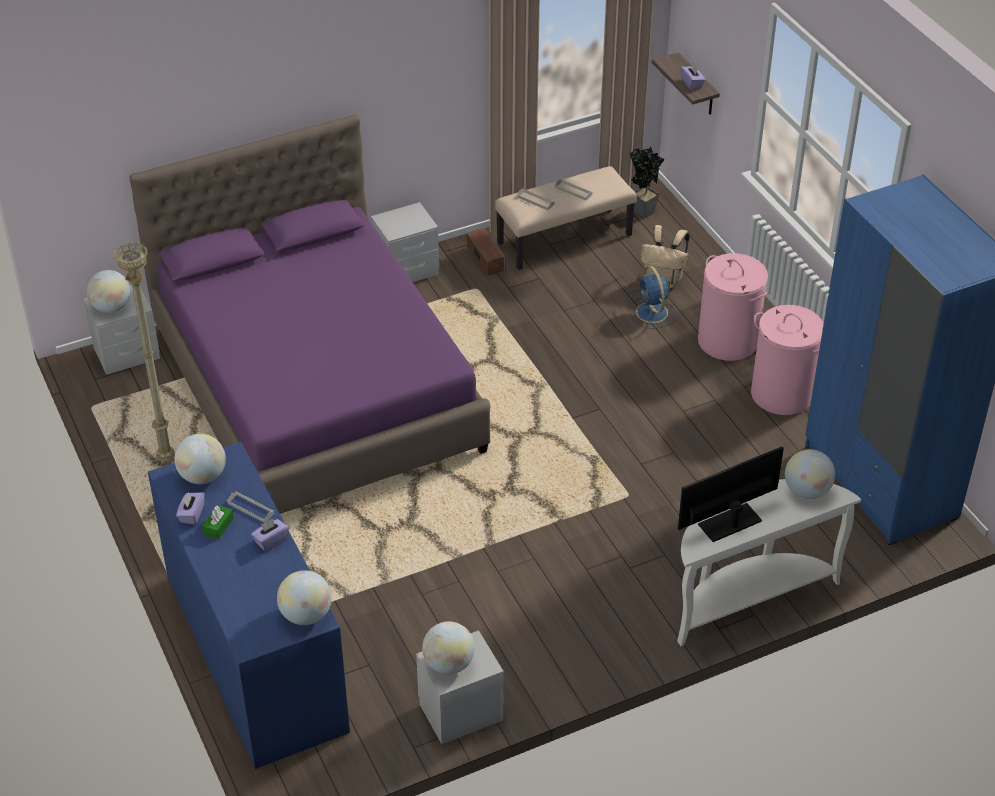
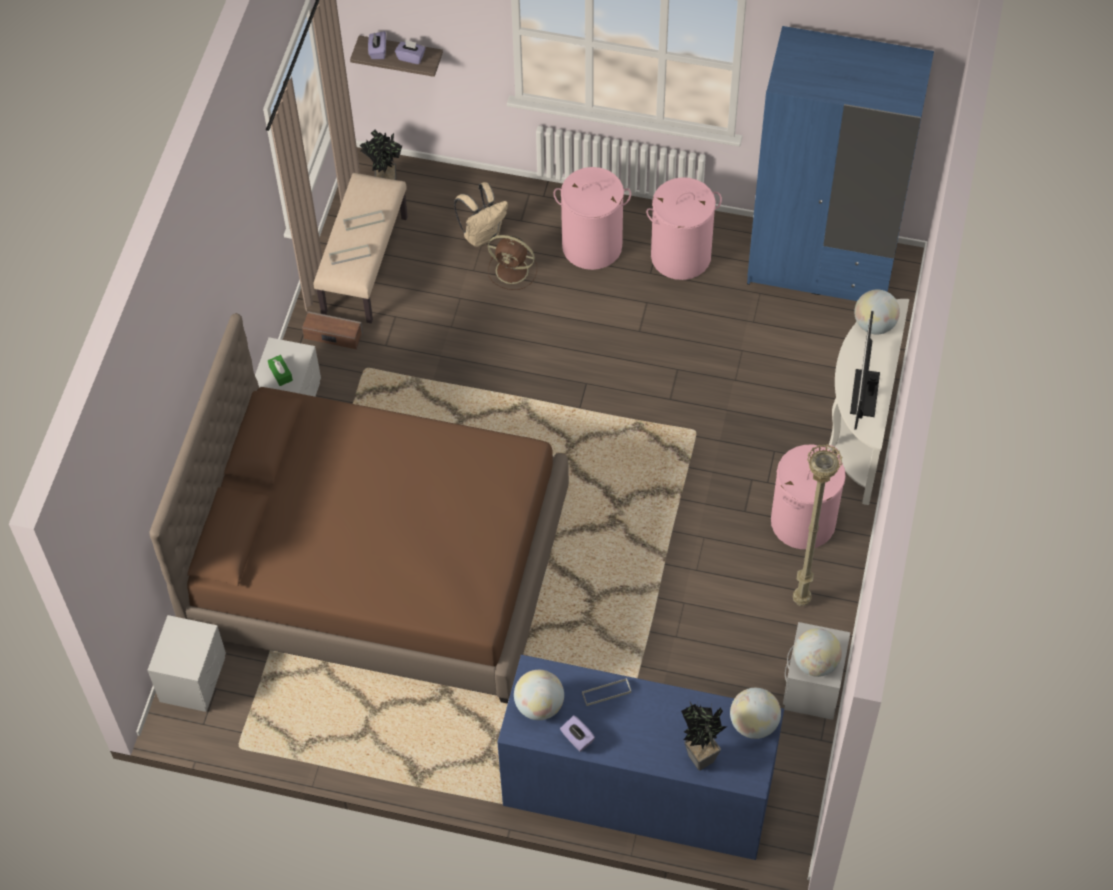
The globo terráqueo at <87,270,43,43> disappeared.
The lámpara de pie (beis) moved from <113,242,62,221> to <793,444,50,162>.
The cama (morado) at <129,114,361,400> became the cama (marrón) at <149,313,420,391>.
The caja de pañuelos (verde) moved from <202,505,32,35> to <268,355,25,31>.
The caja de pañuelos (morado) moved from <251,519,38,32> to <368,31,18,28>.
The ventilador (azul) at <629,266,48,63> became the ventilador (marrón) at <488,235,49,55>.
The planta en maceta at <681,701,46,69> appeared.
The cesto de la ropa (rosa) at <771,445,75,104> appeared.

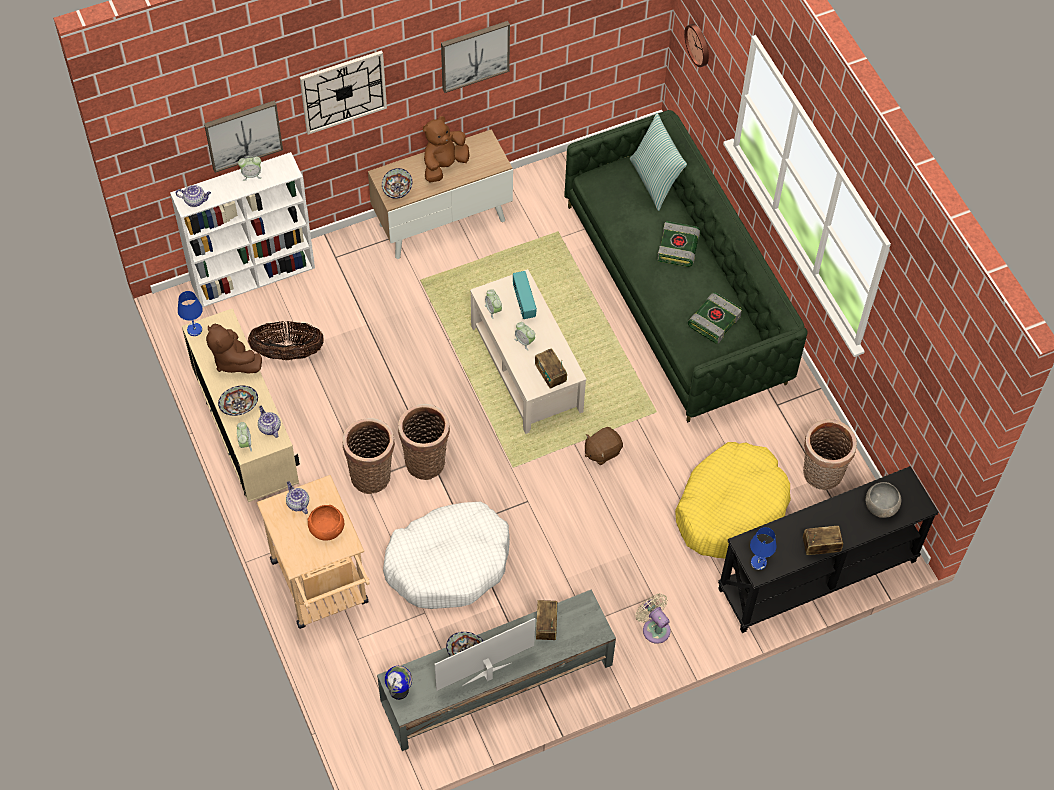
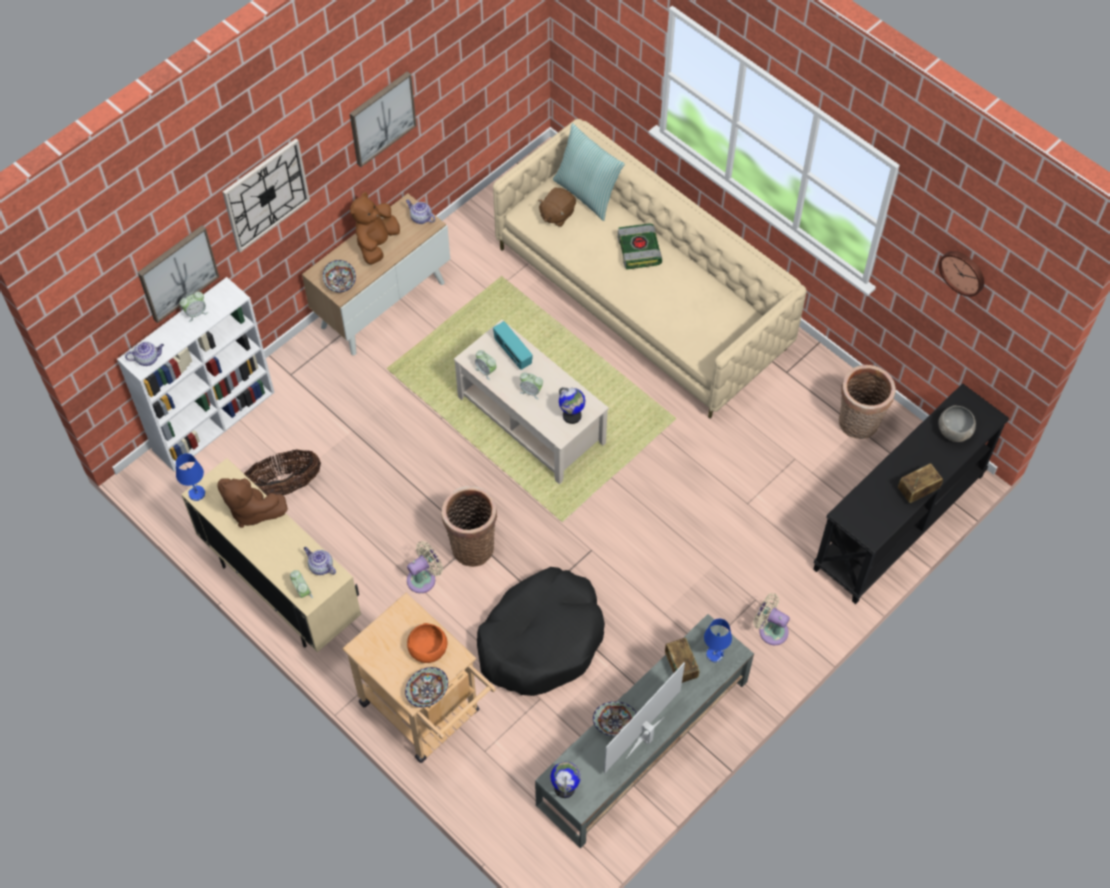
The cuenco moved from <218,386,40,30> to <405,667,43,40>.
The tetera moved from <286,481,23,33> to <406,200,29,24>.
The cesta at <343,418,52,76> was replaced by the ventilador (beis) at <407,541,36,52>.
The cama para perro (blanco) at <383,501,127,108> became the cama para perro (negro) at <477,567,128,129>.
The radio at <535,348,32,41> was replaced by the globo terráqueo at <559,387,26,37>.
The sofá (verde) at <564,110,243,312> became the sofá (beis) at <493,119,314,299>.
The peluche (marrón) moved from <585,427,38,38> to <538,187,38,40>.
The cama para perro (amarillo) at <675,442,116,117> disappeared.
The reloj de pared moved from <684,24,25,43> to <939,251,45,46>.
The libro at <688,292,54,52> disappeared.
The lámpara de mesa (azul) moved from <750,527,26,43> to <704,619,28,43>.

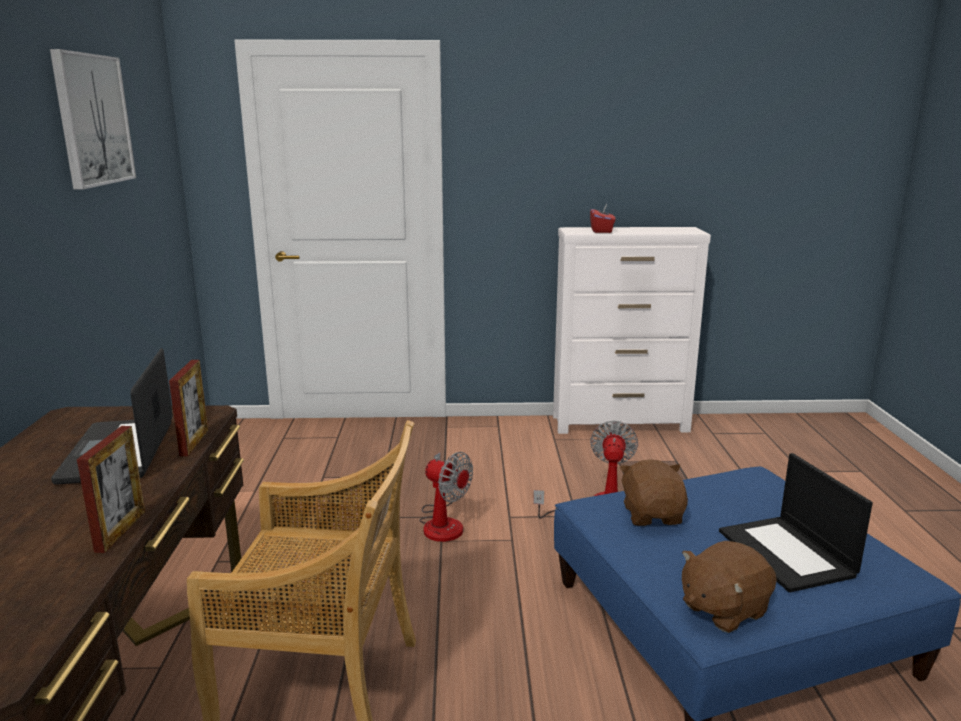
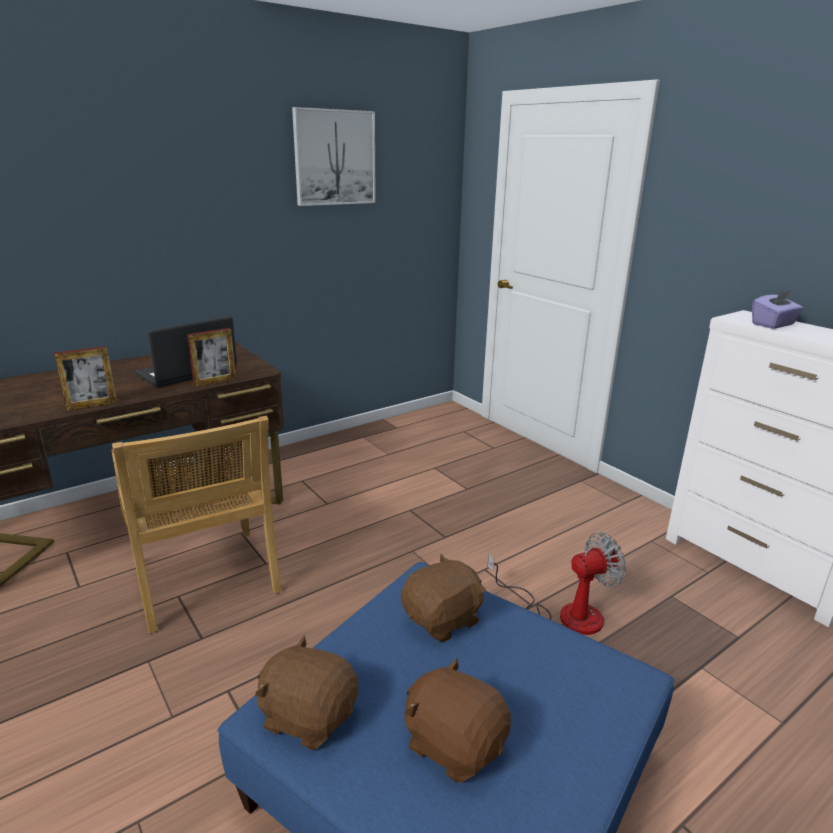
The ventilador at <419,452,54,90> disappeared.
The caja de pañuelos (rojo) at <590,203,25,30> became the caja de pañuelos (morado) at <752,290,52,39>.
The portátil at <719,453,154,139> was replaced by the peluche (marrón) at <405,658,106,124>.

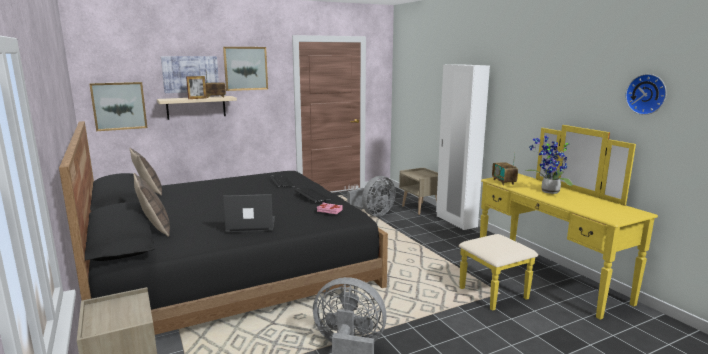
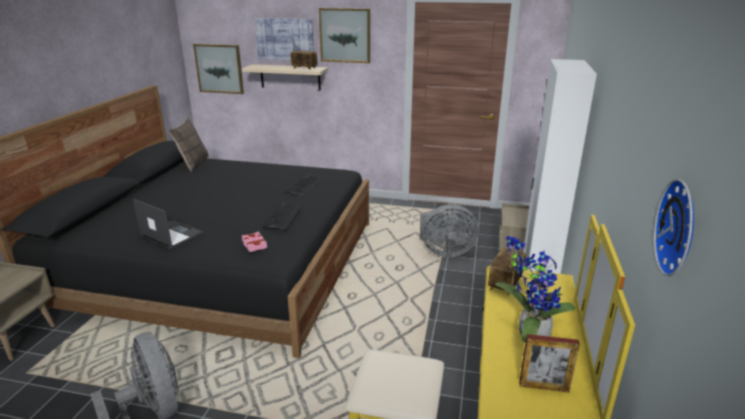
The cojín at <133,173,37,64> disappeared.
The portarretratos moved from <186,76,21,23> to <519,334,61,58>.

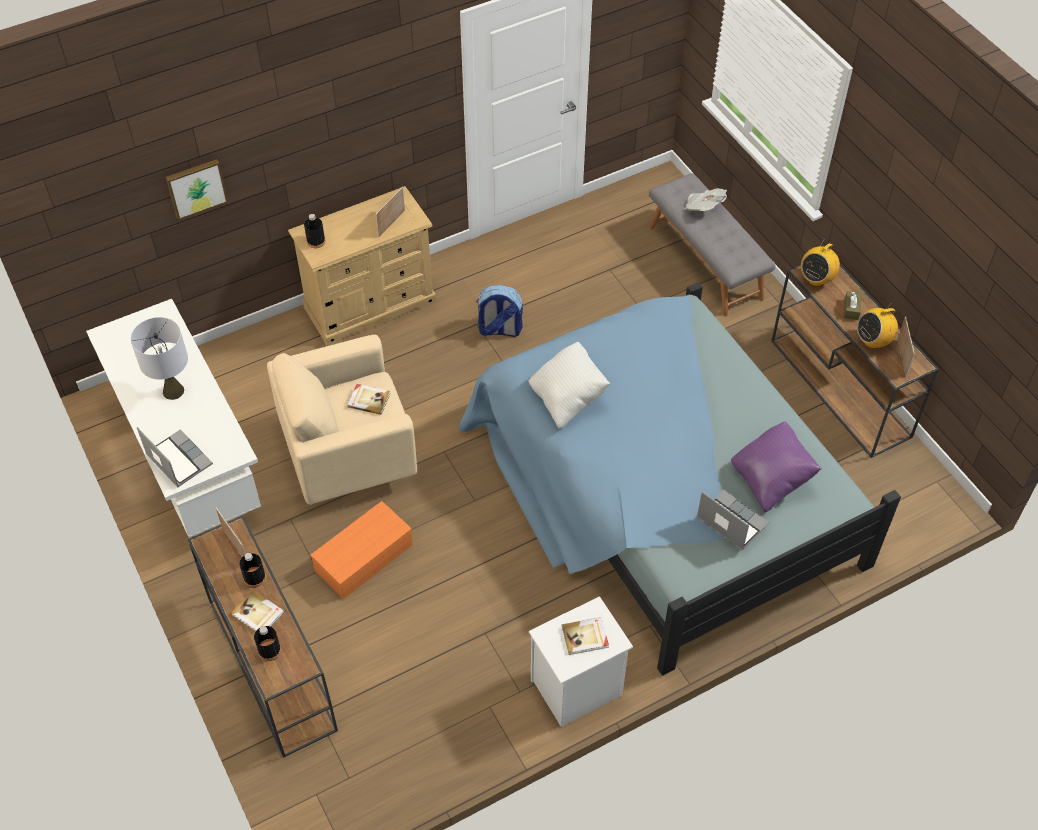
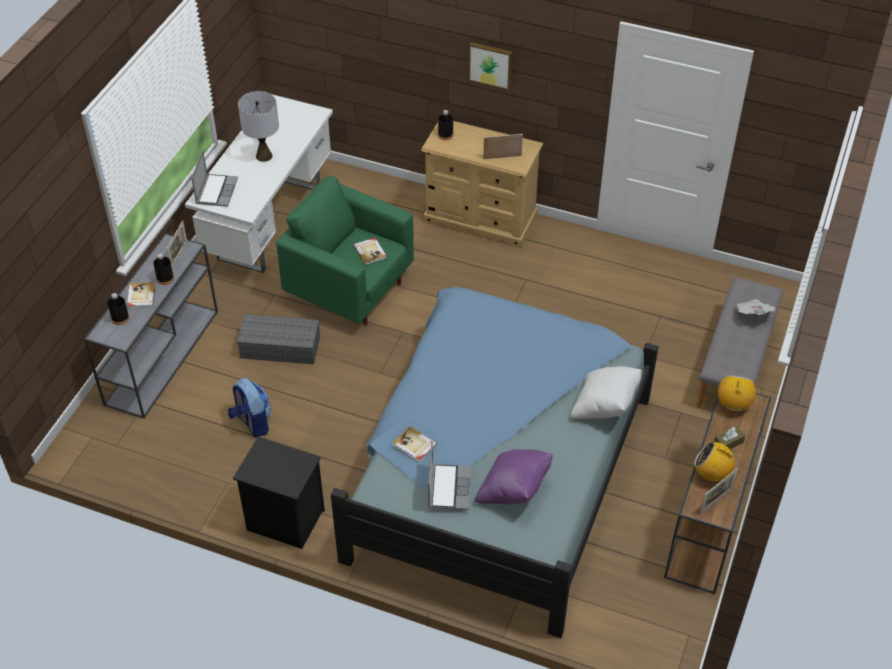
The cuadro moved from <166,159,62,61> to <469,42,43,48>.
The mesa consola (marrón) at <188,516,150,242> became the mesa consola (gris) at <84,233,134,185>.
The sillón (beis) at <267,334,150,171> became the sillón (verde) at <276,176,138,149>.
The caja de almacenaje (naranja) at <310,501,103,98> became the caja de almacenaje (gris) at <237,314,83,50>.
The mochila moved from <476,285,47,52> to <228,378,43,59>.
The cojín (blanco) moved from <529,342,81,87> to <570,366,72,53>.
The mesita de noche (blanco) at <529,596,104,131> became the mesita de noche (negro) at <233,437,92,112>.
The libro moved from <562,617,47,38> to <393,426,44,37>.
The radio at <801,243,39,43> turned 105 degrees clockwise.

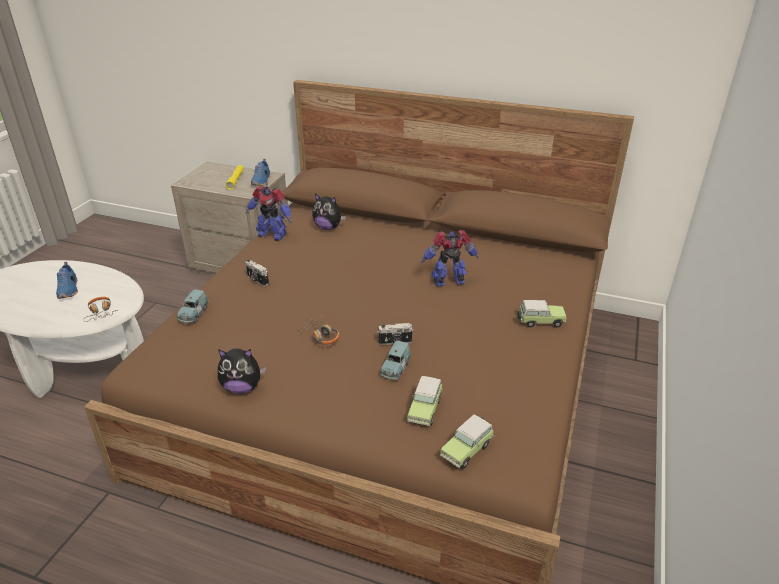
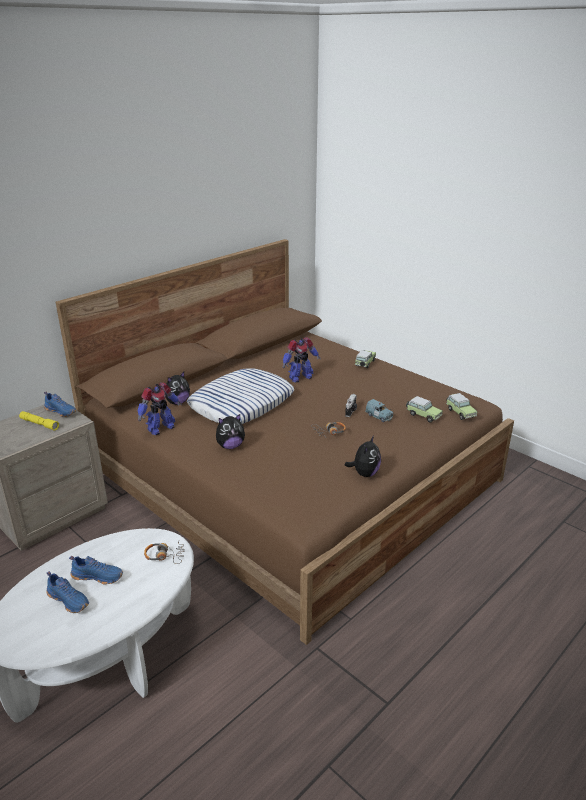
The coche de juguete (azul) at <177,290,32,34> disappeared.
The cámara at <245,259,24,27> was replaced by the peluche at <216,414,29,35>.
The robot de juguete at <421,230,58,56> turned 135 degrees counterclockwise.
The zapato (azul) at <46,571,43,42> appeared.
The cojín at <187,369,107,55> appeared.

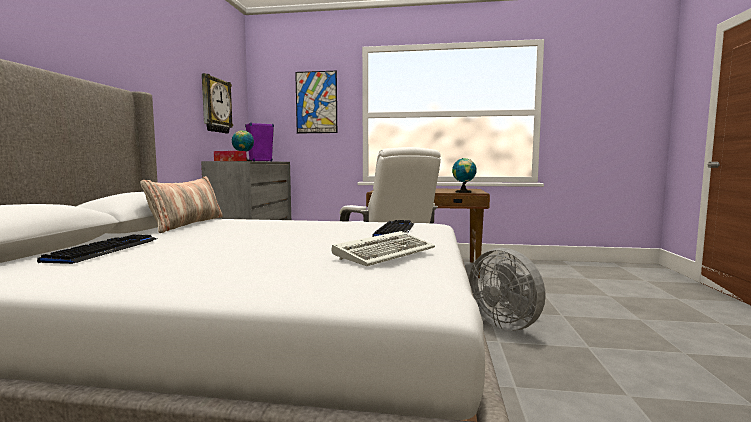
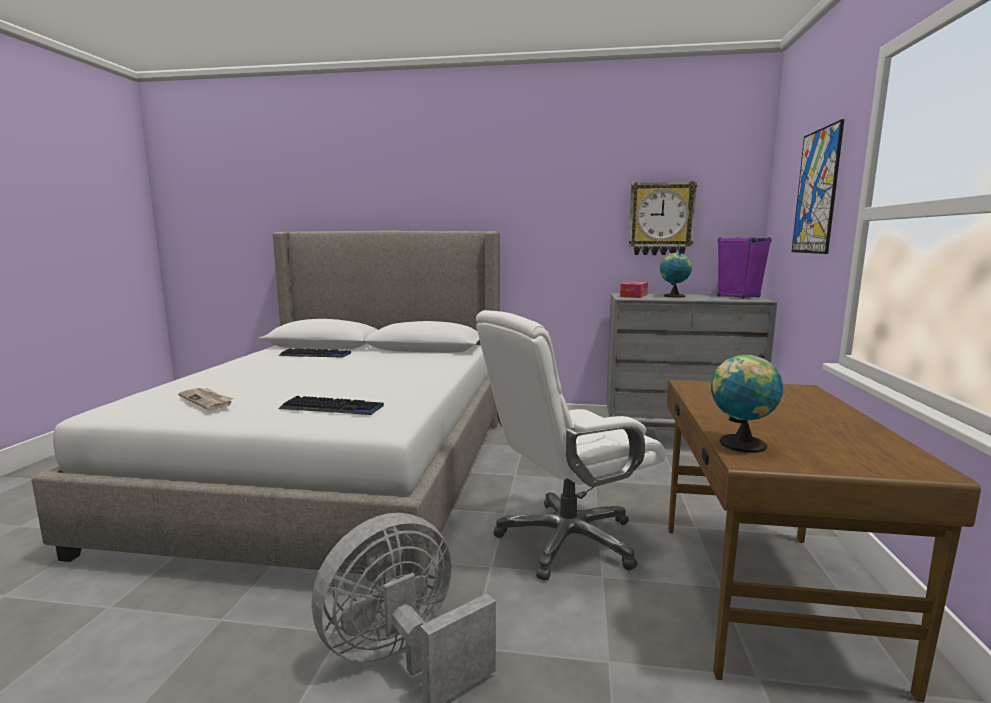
The cojín at <140,176,83,57> disappeared.
The teclado at <332,231,103,35> was replaced by the periódico at <178,388,55,22>.

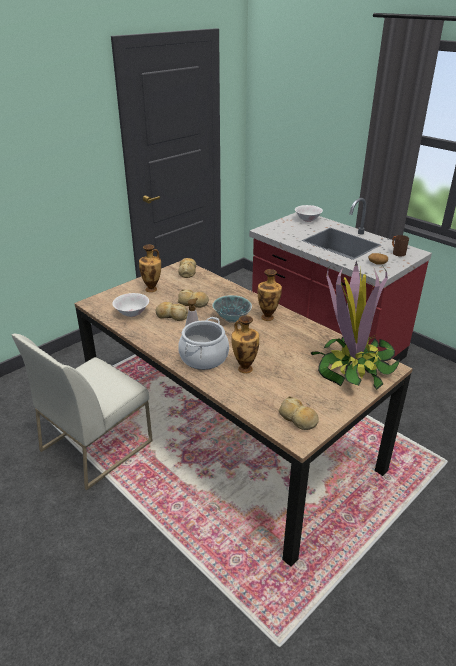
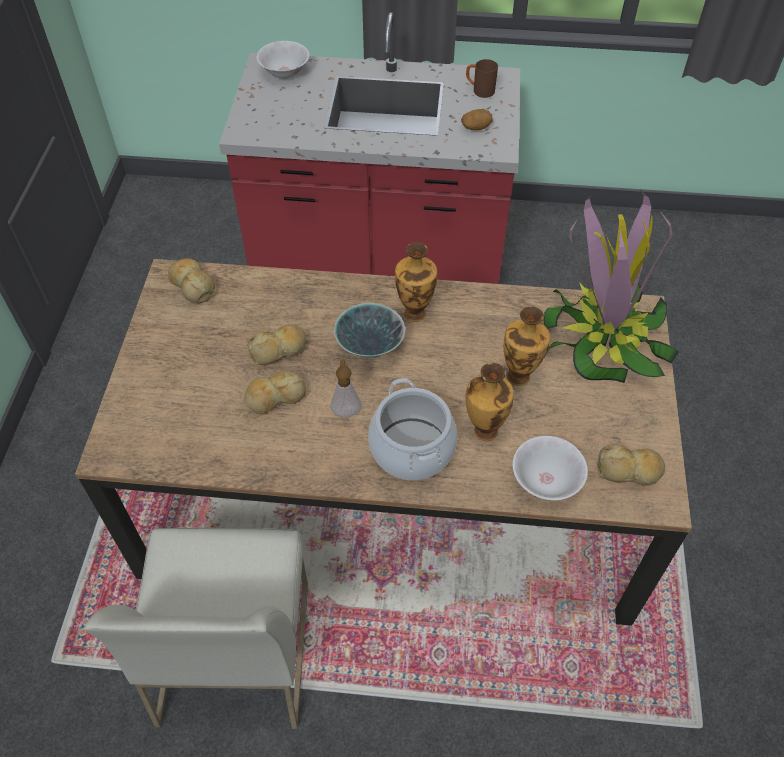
The cuenco (blanco) moved from <112,293,37,24> to <513,436,75,64>.
The florero moved from <139,245,22,47> to <504,306,46,80>.

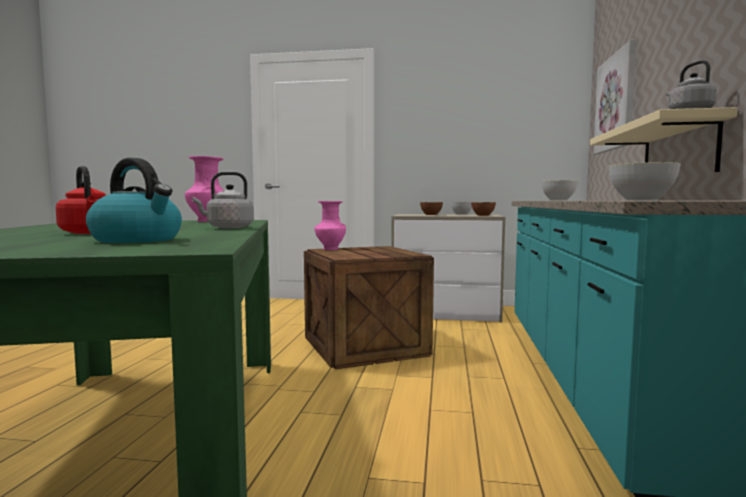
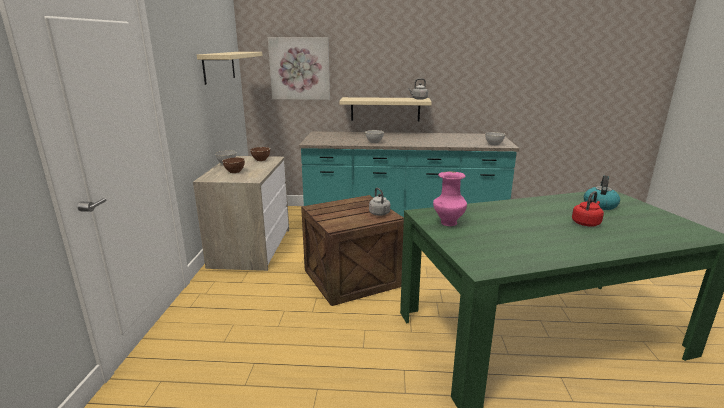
The hervidor (gris) moved from <192,172,62,56> to <369,188,21,28>.
The florero (rosa) at <314,201,32,49> disappeared.
The estante (beis) at <197,52,66,33> appeared.

